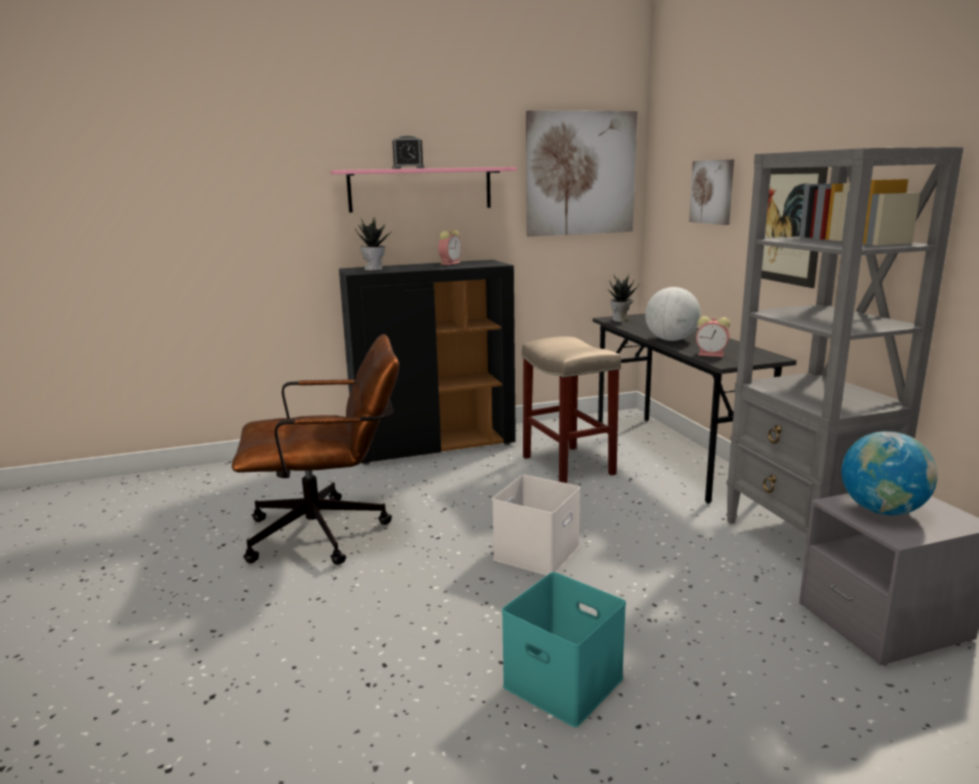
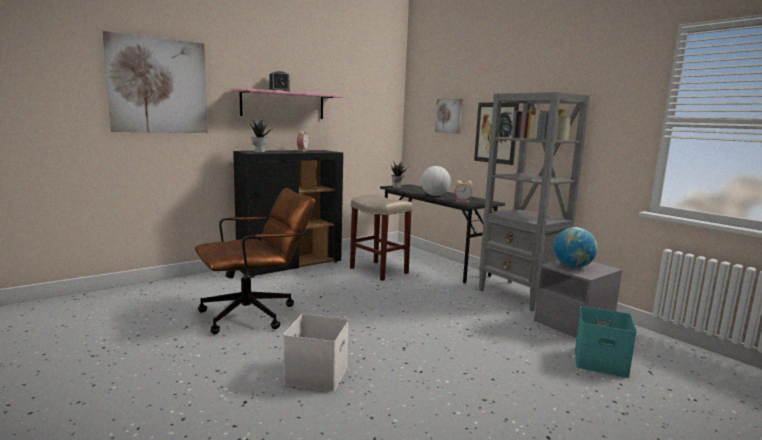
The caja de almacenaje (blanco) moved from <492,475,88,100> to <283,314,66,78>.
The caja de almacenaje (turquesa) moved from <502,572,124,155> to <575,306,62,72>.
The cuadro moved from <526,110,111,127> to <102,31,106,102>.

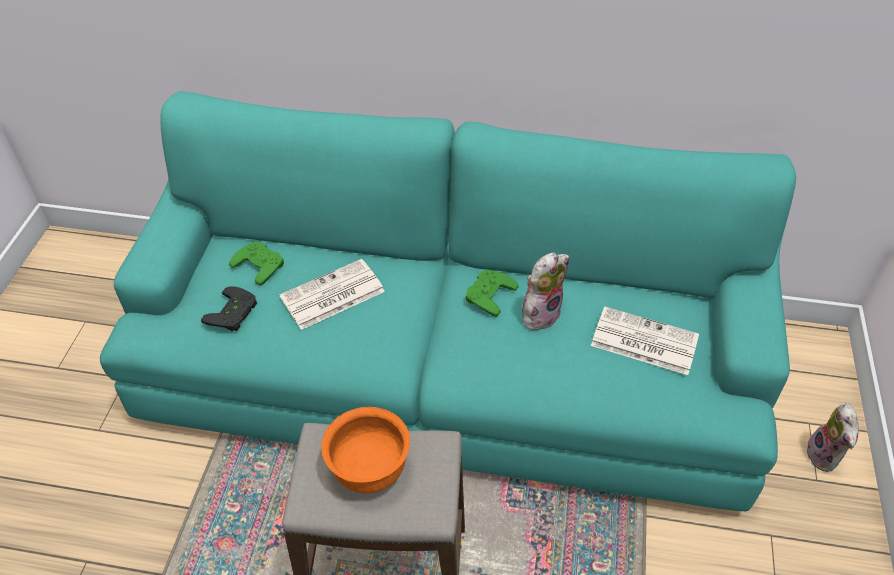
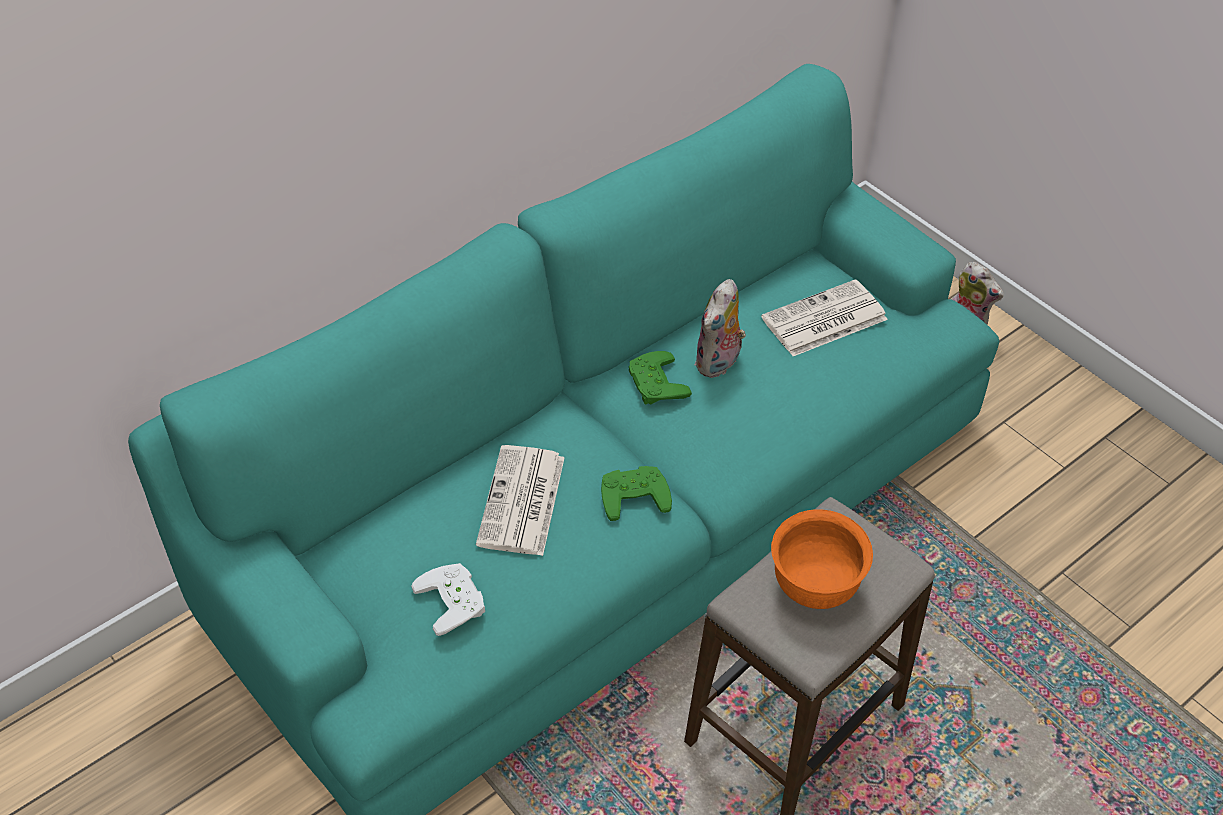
The mando de consola (negro) at <201,286,56,45> became the mando de consola (blanco) at <411,563,74,73>.
The mando de consola (verde) moved from <229,241,55,45> to <601,466,71,55>.
The peluche at <522,253,47,77> turned 150 degrees counterclockwise.

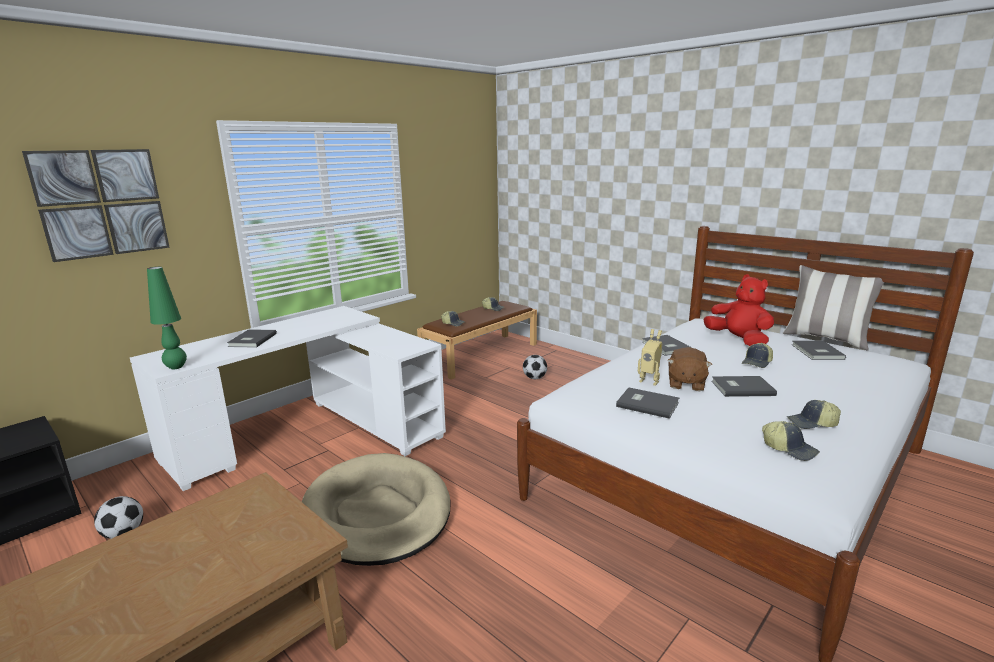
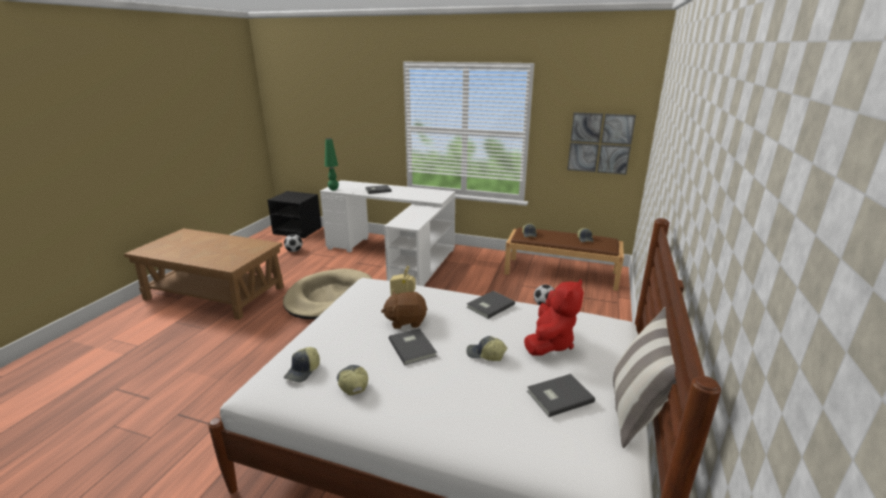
The cuadro moved from <22,149,148,113> to <567,112,69,63>.
The libro (gris) at <616,387,63,32> disappeared.

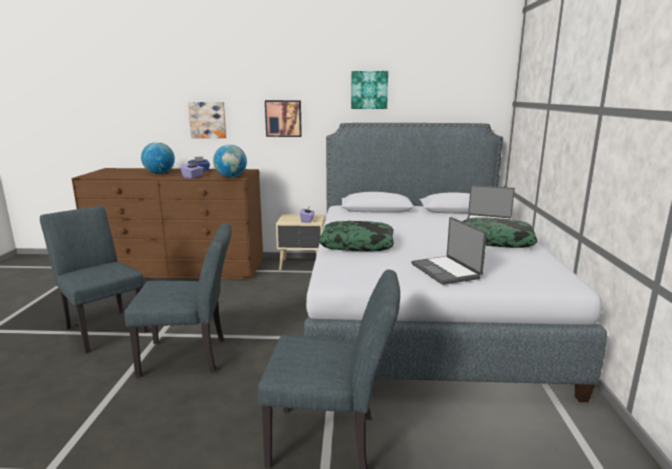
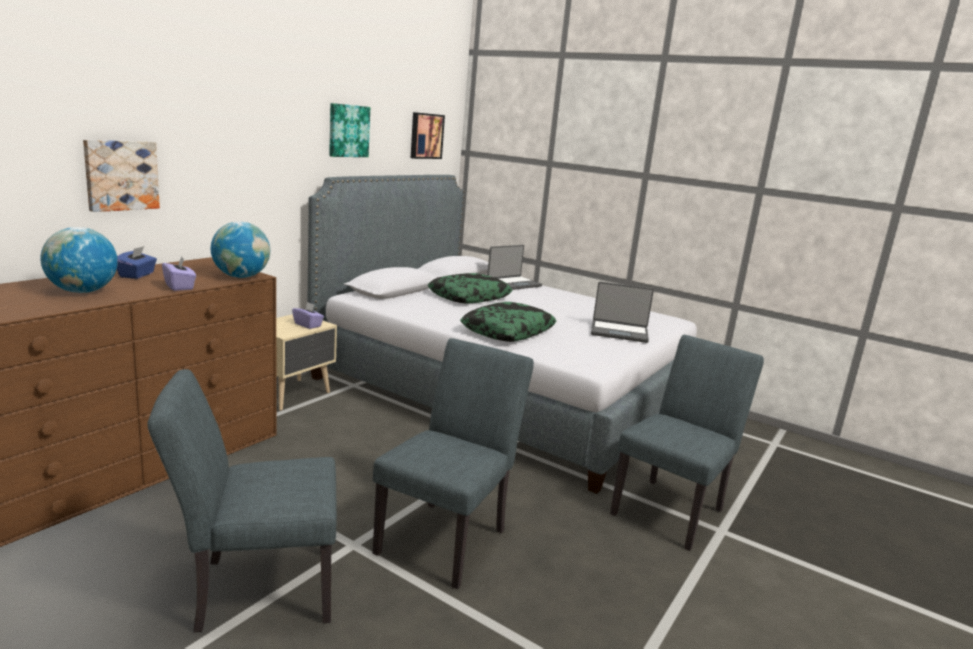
The cuadro moved from <265,100,37,37> to <411,112,34,47>.
The cojín moved from <463,218,74,30> to <428,273,85,31>.

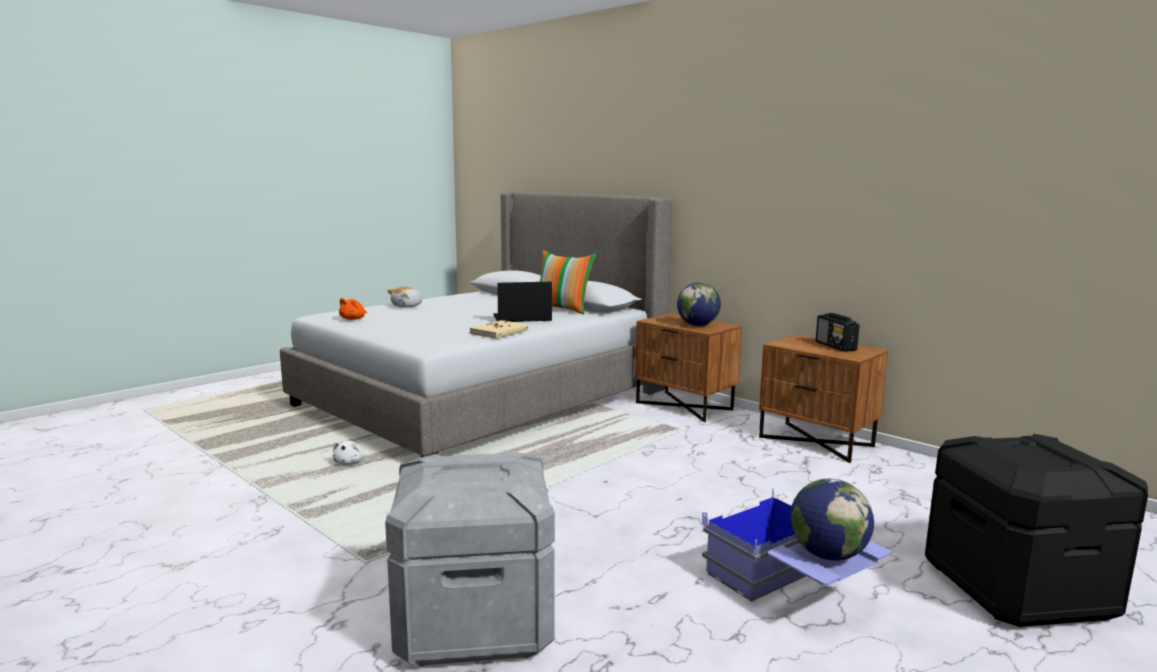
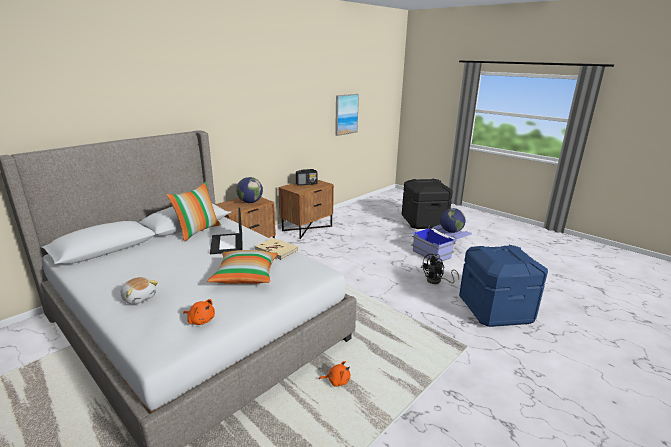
The peluche (blanco) at <333,441,31,24> became the peluche (naranja) at <319,361,31,26>.
The caja de almacenaje (gris) at <385,451,170,215> became the caja de almacenaje (azul) at <459,245,89,82>.
The cojín at <207,250,71,34> appeared.
The cuadro at <335,94,24,42> appeared.
The ventilador (negro) at <421,254,38,30> appeared.

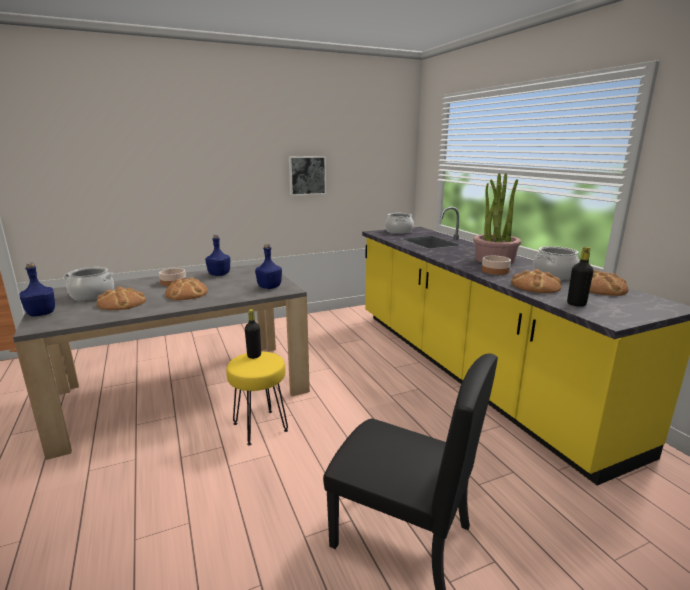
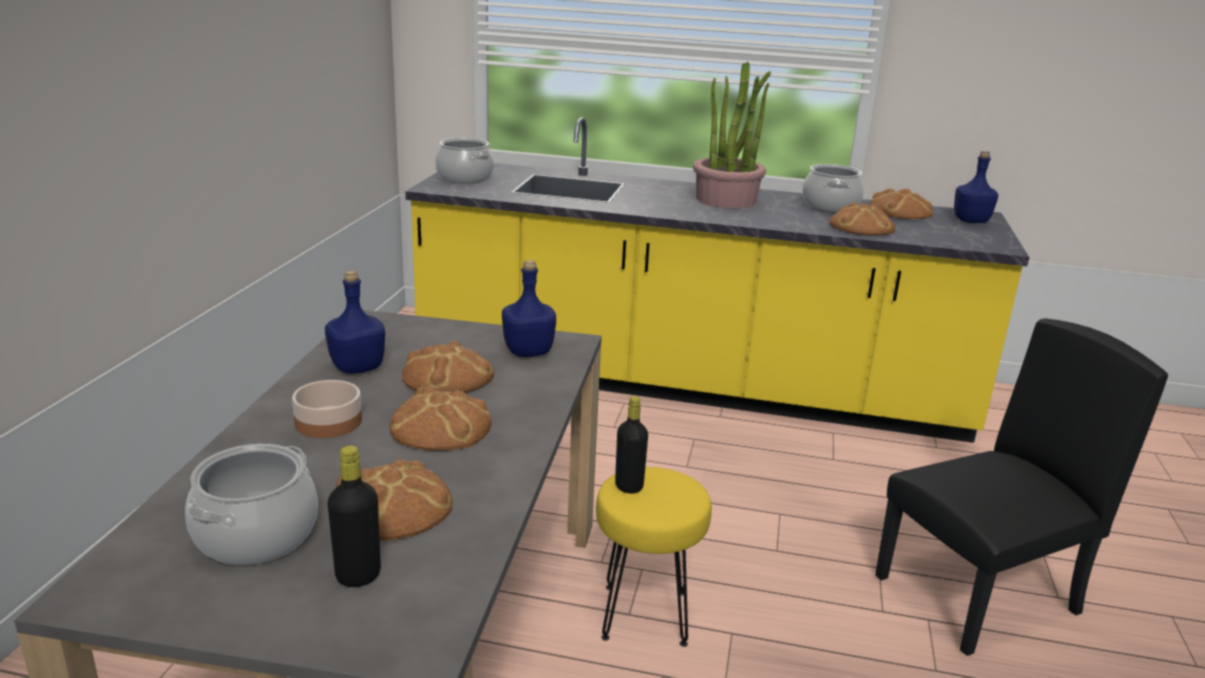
The botella (azul) moved from <19,263,36,53> to <954,151,45,72>.
The cuadro at <289,156,37,40> disappeared.
The cuenco at <482,256,29,19> disappeared.
The botella (negro) moved from <567,247,27,60> to <328,446,53,141>.
The pan at <402,340,92,53> appeared.

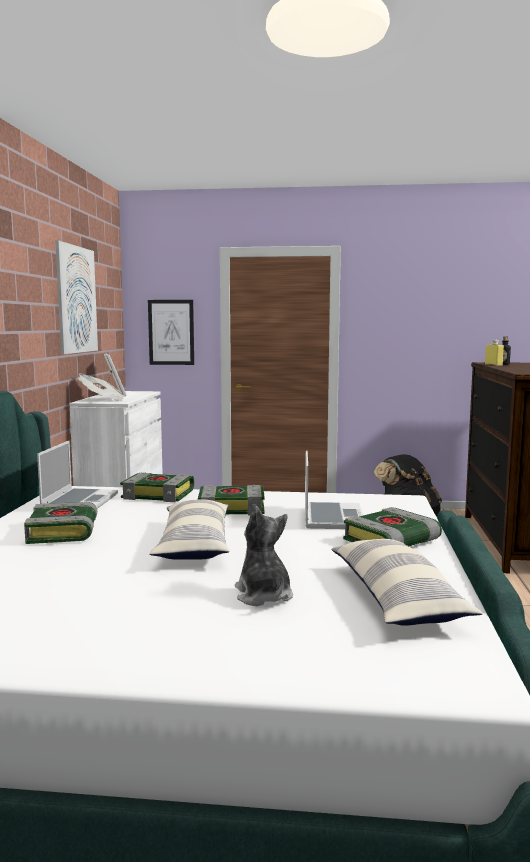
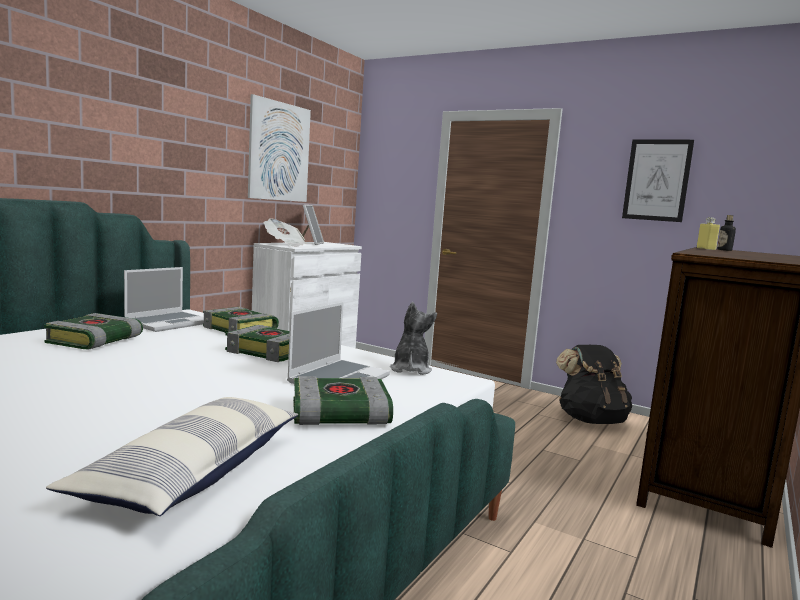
The cuadro moved from <148,300,46,65> to <622,140,72,82>.
The cojín at <149,499,80,61> disappeared.
The peluche moved from <235,506,58,100> to <390,302,47,73>.

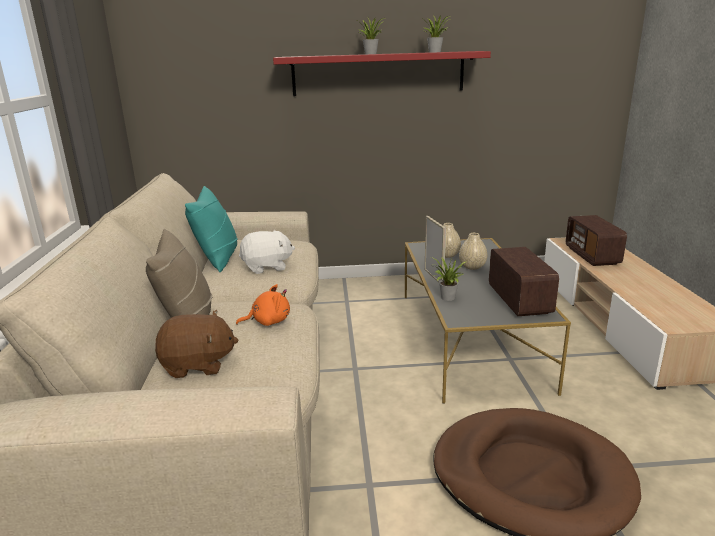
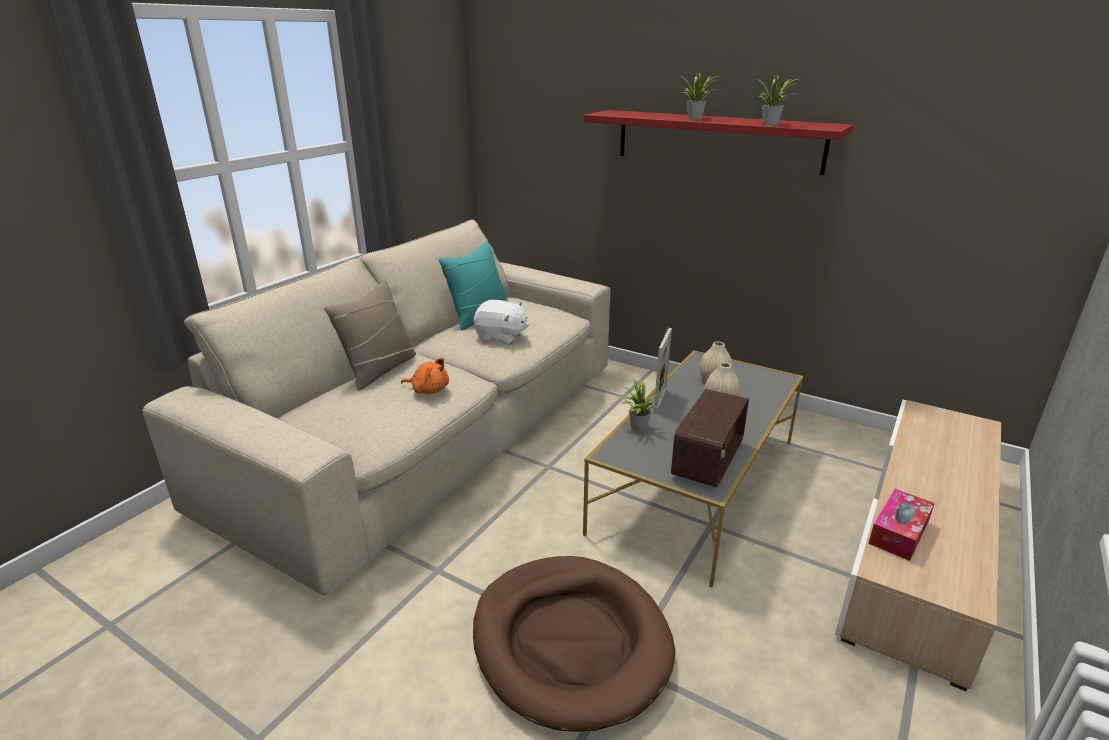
The peluche (marrón) at <155,310,83,68> disappeared.
The radio at <566,215,61,51> disappeared.
The caja de pañuelos at <868,489,67,72> appeared.

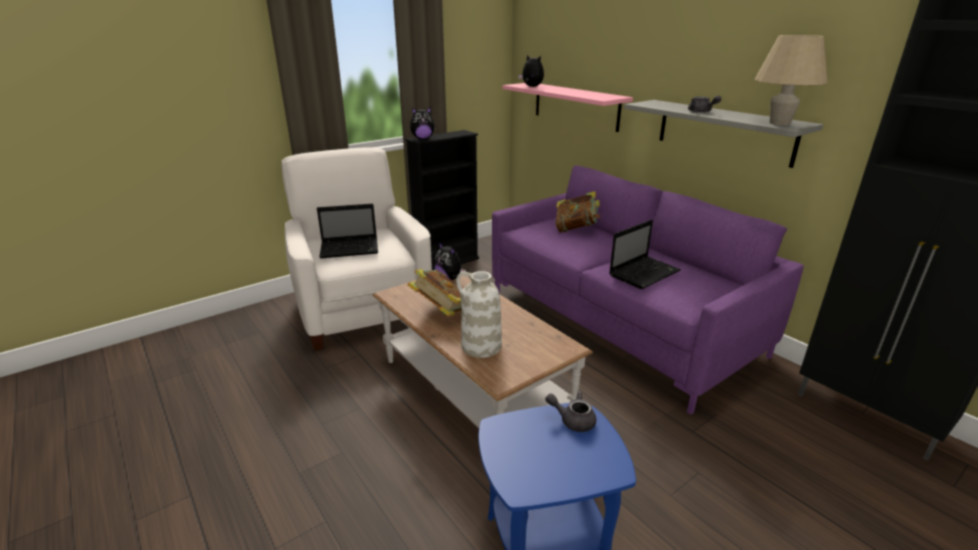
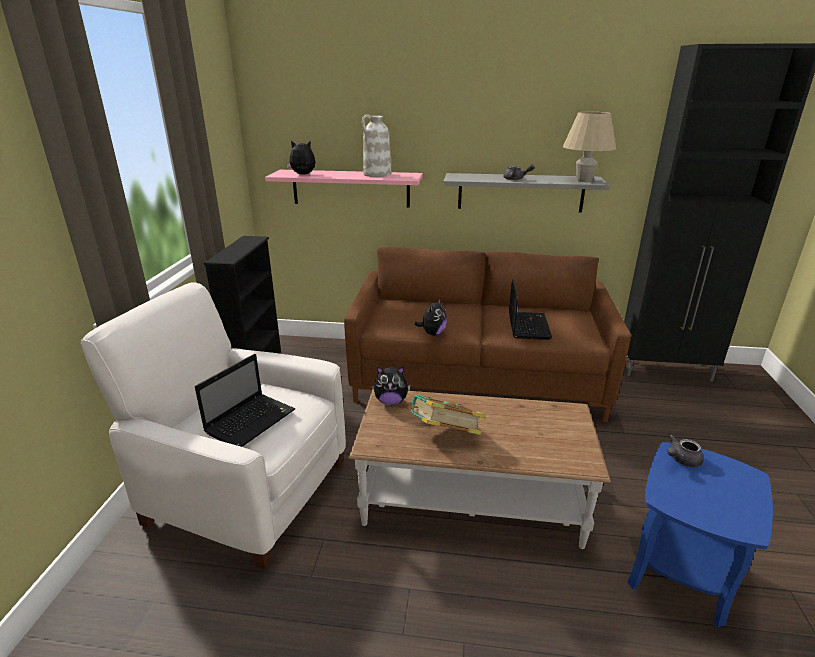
The peluche moved from <410,107,25,32> to <415,299,32,37>.
The florero (blanco) moved from <456,271,46,87> to <362,114,29,63>.
The sofá (morado) at <492,166,312,249> became the sofá (marrón) at <344,247,287,175>.
The libro at <555,191,45,41> disappeared.

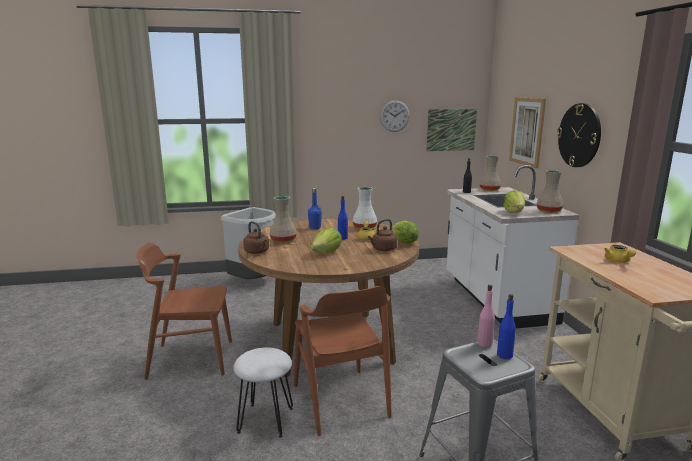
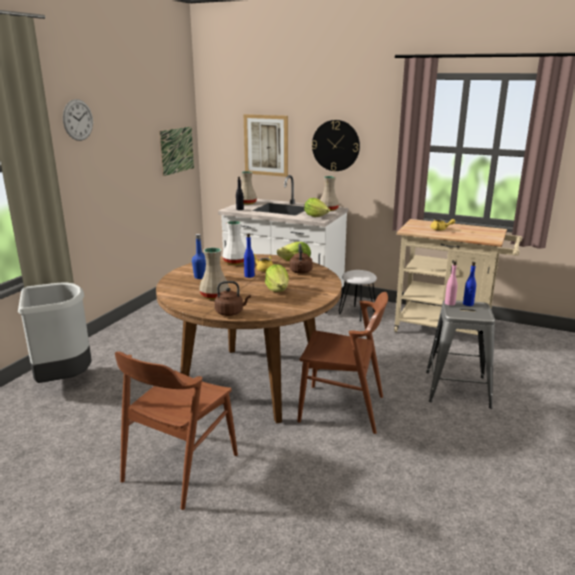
The taburete (blanco) moved from <233,347,60,91> to <339,270,38,51>.
The reloj de pared moved from <380,100,30,32> to <63,99,30,42>.

